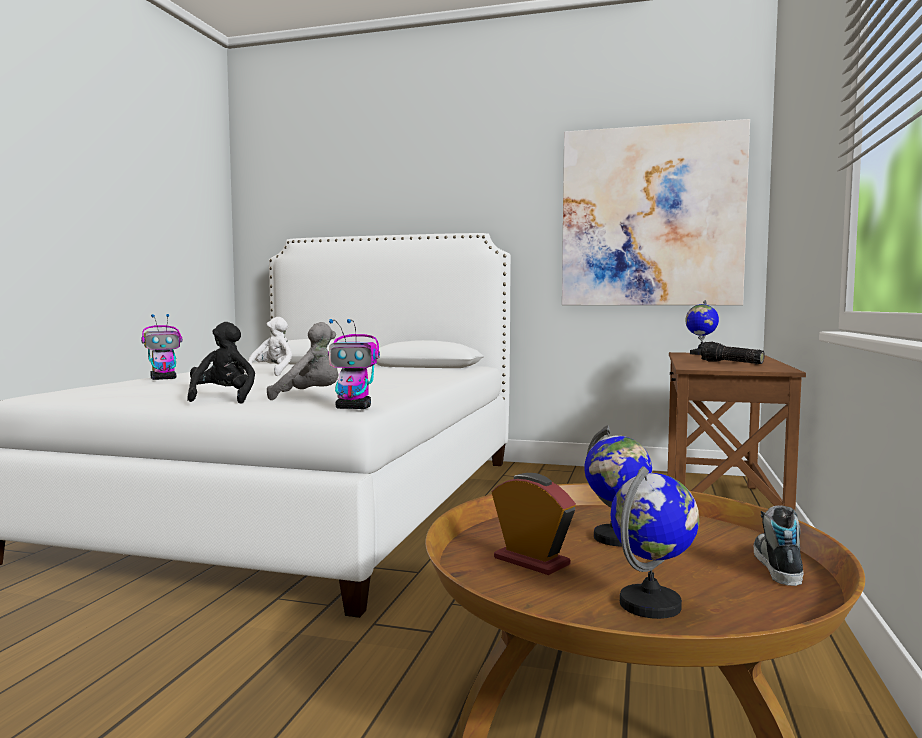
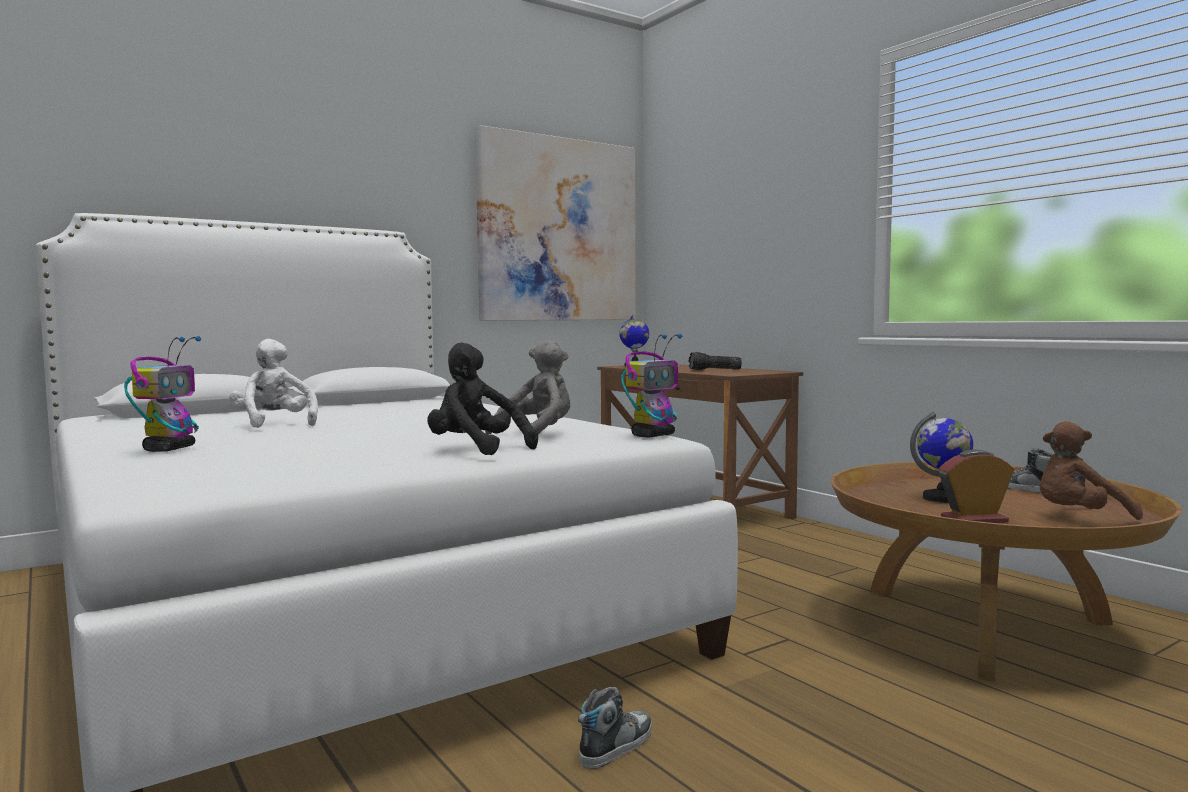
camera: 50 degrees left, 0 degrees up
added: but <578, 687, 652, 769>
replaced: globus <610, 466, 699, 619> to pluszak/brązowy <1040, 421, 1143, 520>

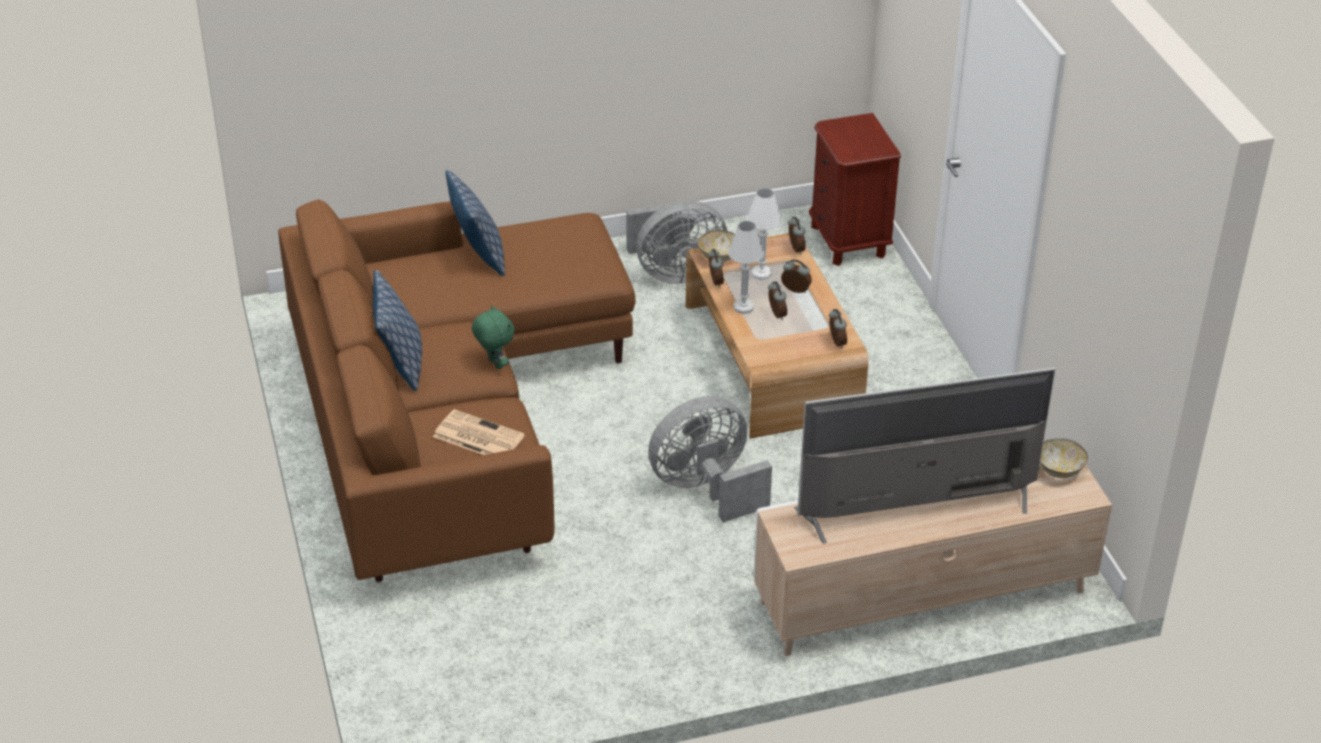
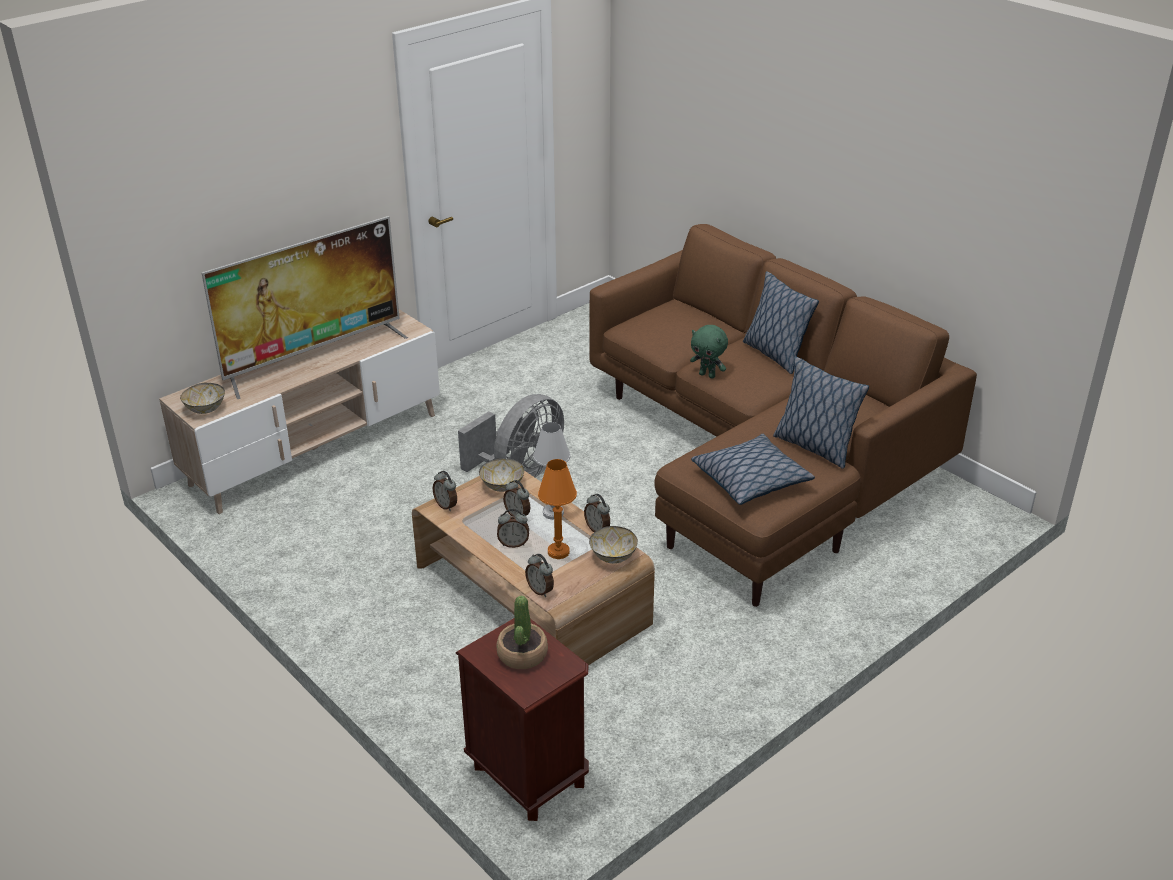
camera: 155 degrees right, 5 degrees down
removed: gazeta <433, 409, 525, 455>; wentylator/szary <626, 200, 728, 284>
added: miska <479, 458, 524, 492>; roślina doniczkowa <496, 596, 548, 669>; poduszka <691, 434, 815, 505>
recoloured: lampa stołowa/biały <746, 188, 782, 280> to lampa stołowa/pomarańczowy <538, 459, 577, 559>

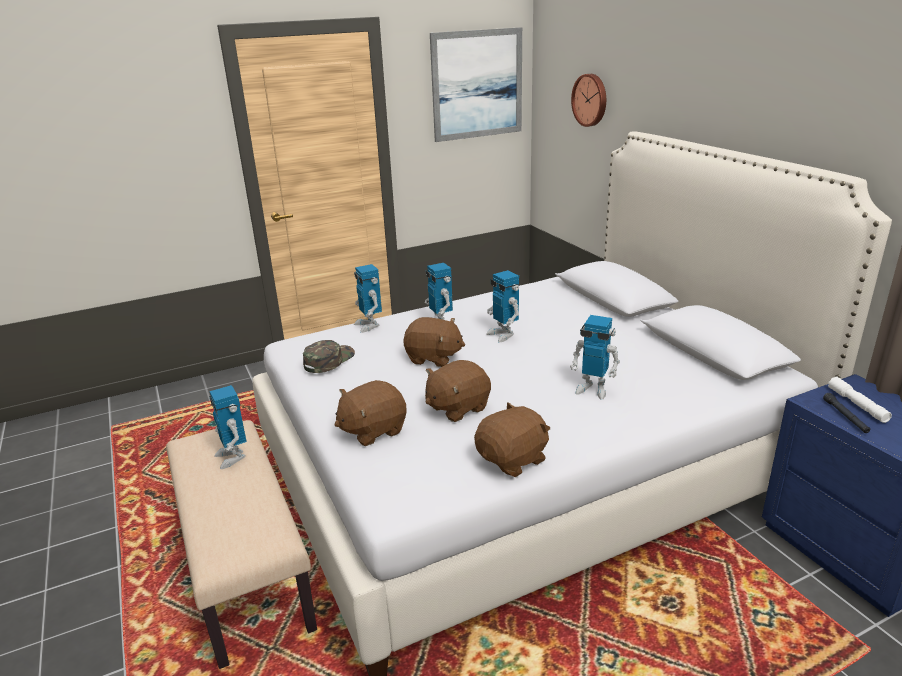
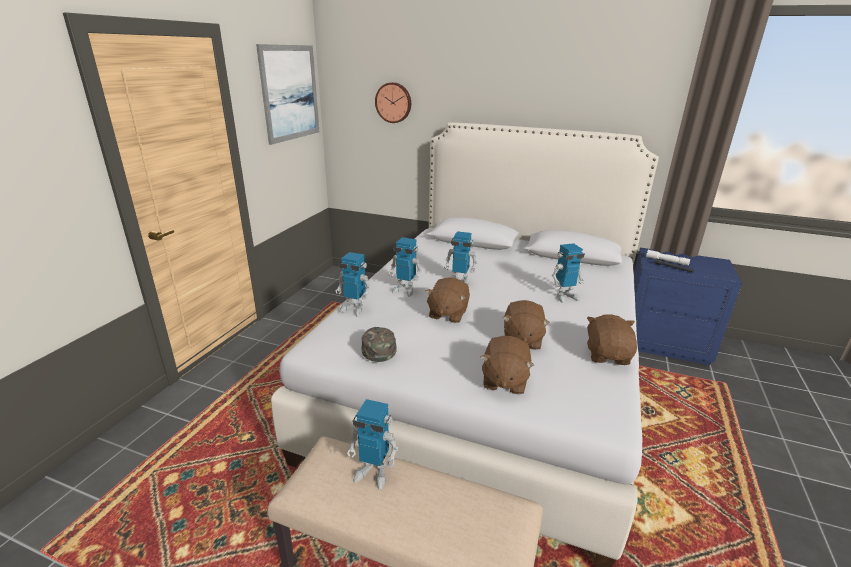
camera: 45 degrees left, 0 degrees up
turned: pluszak/brązowy <403, 317, 465, 367> = <425, 278, 470, 323> 135 degrees clockwise

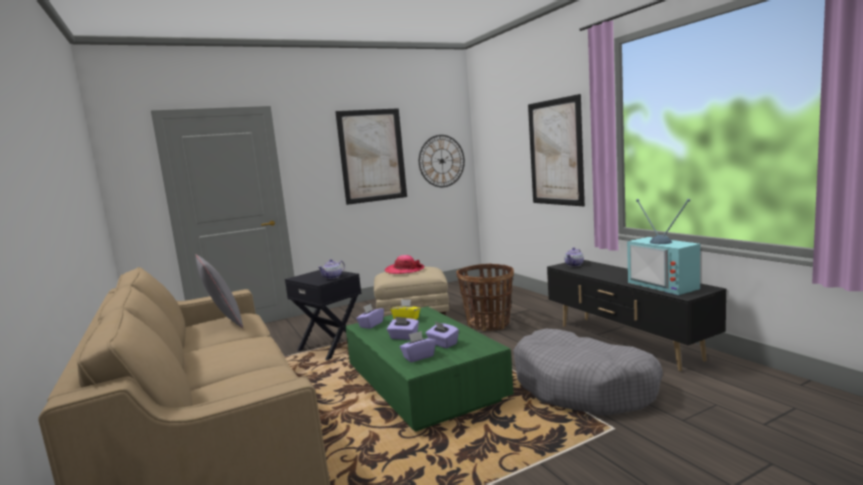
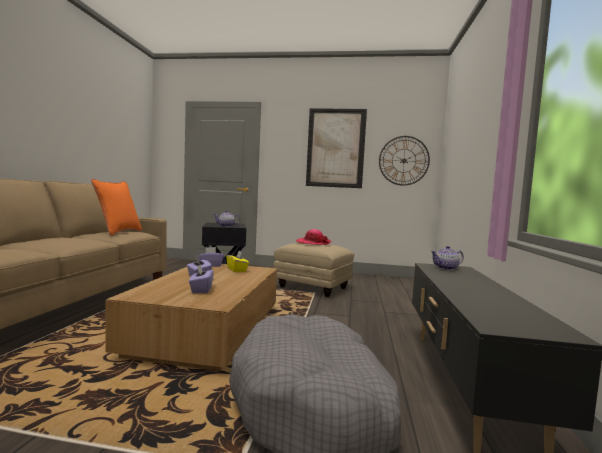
camera: 35 degrees right, 5 degrees down
removed: pudełko chusteczek/fioletowy <400, 331, 436, 362>; koszyk <456, 264, 514, 331>; obraz <528, 94, 585, 206>; telewizor <627, 199, 700, 295>
recoloured: poduszka/szary <195, 254, 243, 328> to poduszka/pomarańczowy <91, 179, 142, 236>; ława/zielony <346, 306, 514, 432> to ława/brązowy <105, 264, 277, 371>

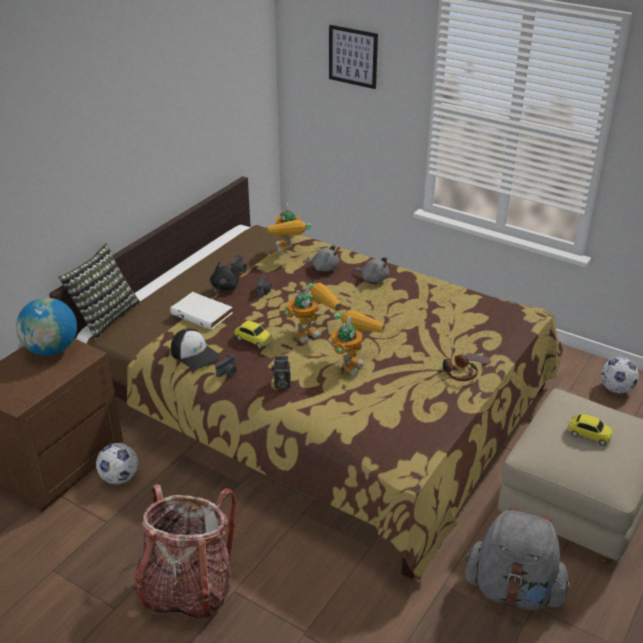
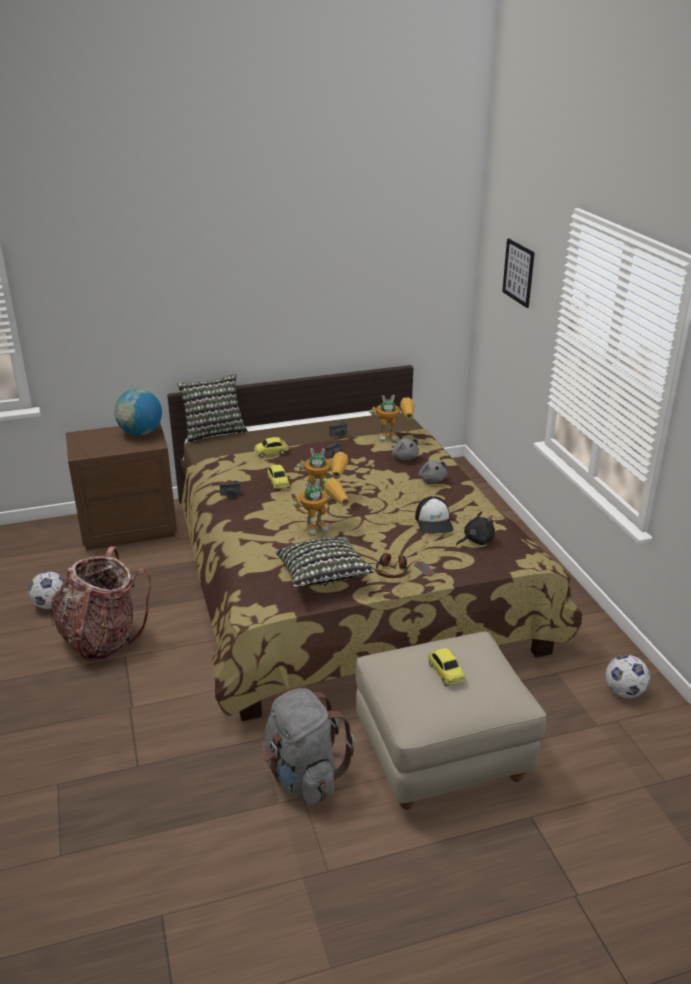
camera: 40 degrees right, 5 degrees down
removed: aparat fotograficzny <271, 356, 291, 389>
added: poduszka <276, 537, 376, 587>
moved: piłka futbolowa <96, 443, 138, 484> to <28, 571, 67, 609>; czapka z daszkiem <171, 328, 219, 369> to <415, 496, 454, 534>; pluszak/czarny <210, 261, 239, 298> to <456, 511, 495, 546>
replaced: książka/biały <170, 292, 233, 330> to samochodzik <254, 437, 289, 458>
turned: robot zabawkowy <267, 204, 311, 253> = <369, 395, 414, 442> 120 degrees counterclockwise

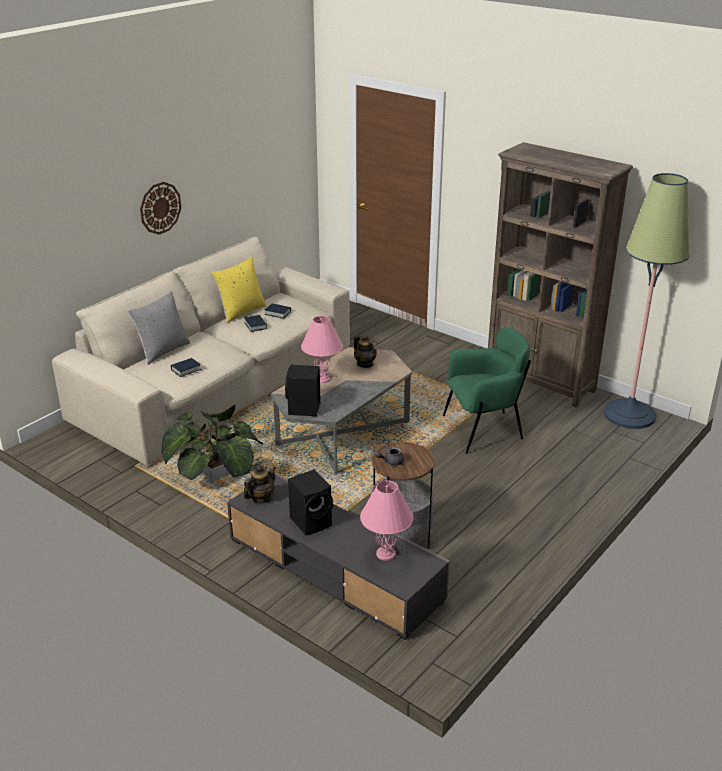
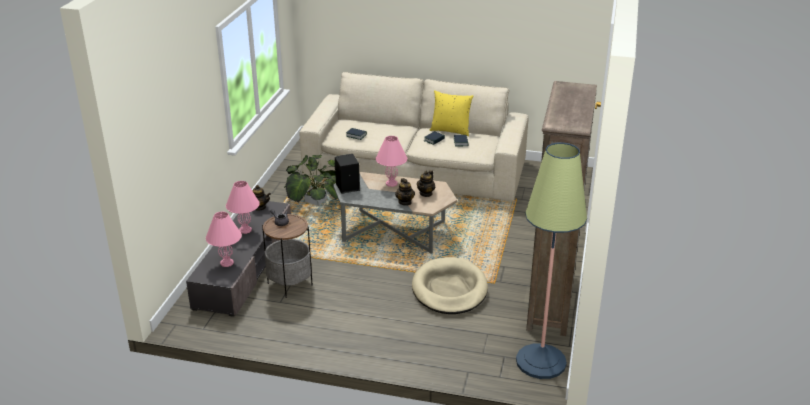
camera: 65 degrees right, 0 degrees up
removed: poduszka/szary <128, 291, 190, 365>; zegar ścienny <140, 182, 181, 235>
added: imbryk <395, 178, 415, 206>
replaced: głośnik/czarny <288, 469, 333, 535> to lampa stołowa/różowy <226, 181, 260, 234>; fotel/zielony <443, 327, 531, 454> to legowisko/beżowy <412, 257, 488, 314>

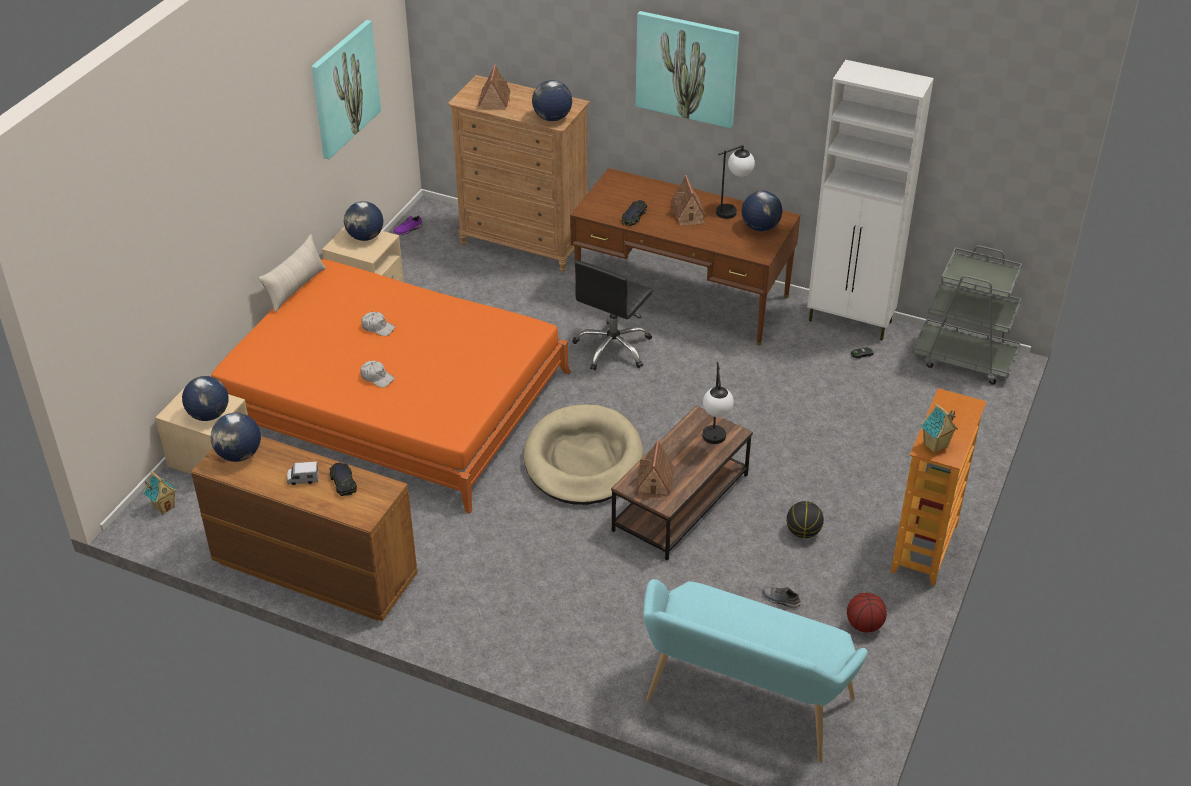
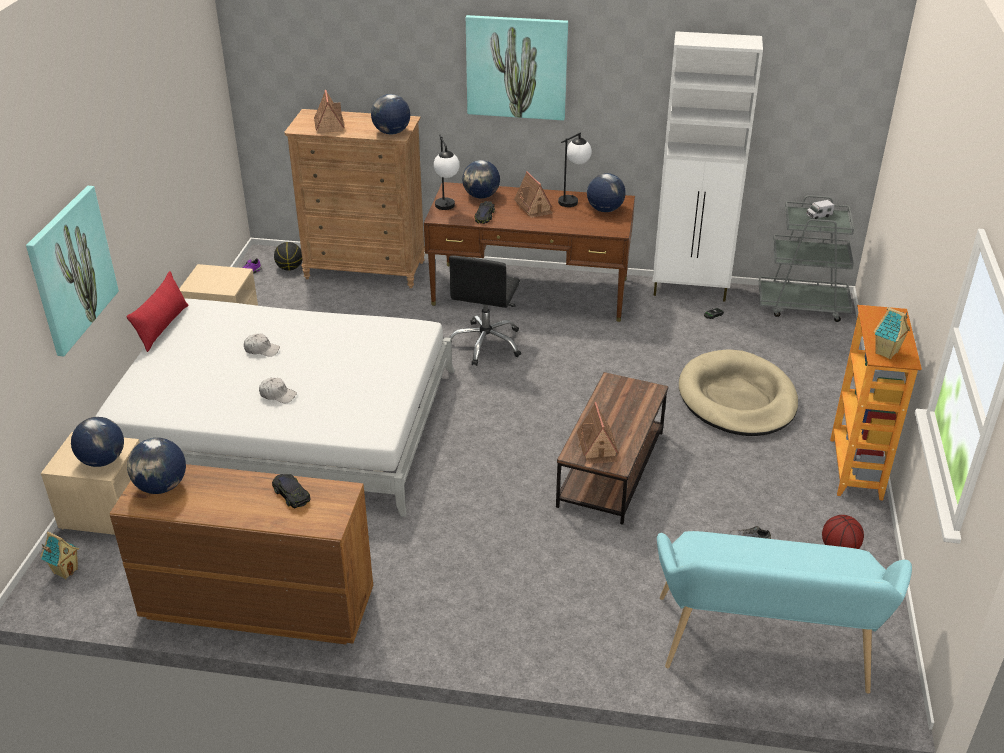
camera: 15 degrees left, 5 degrees down
moved: ciężarówka zabawkowa <287, 462, 319, 485> to <806, 200, 834, 219>; obraz <311, 20, 381, 159> to <26, 186, 119, 356>; globus <344, 201, 383, 241> to <462, 160, 500, 199>; legowisko/beżowy <524, 405, 643, 505> to <679, 349, 798, 436>; lampa stołowa <703, 362, 734, 444> to <434, 135, 460, 210>; piłka do koszykówki <787, 501, 824, 538> to <274, 242, 302, 271>
recoloured: łóżko/pomarańczowy <211, 259, 571, 514> to łóżko/biały <95, 299, 455, 517>; poduszka/beżowy <259, 234, 326, 312> to poduszka/czerwony <126, 271, 189, 352>

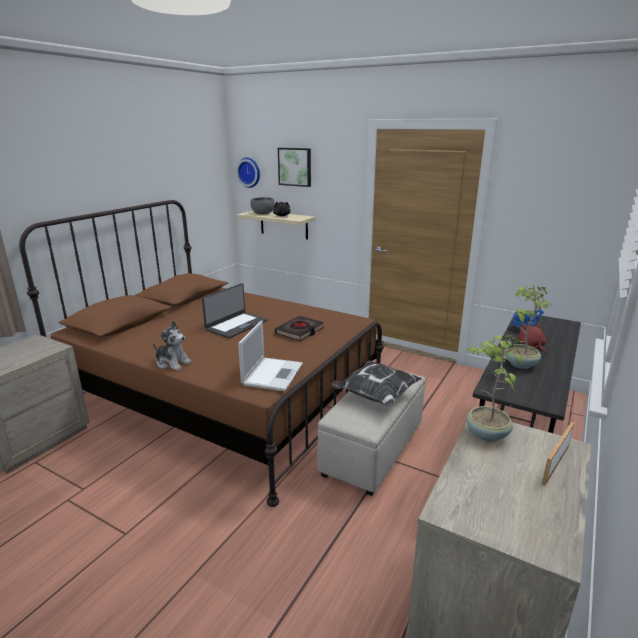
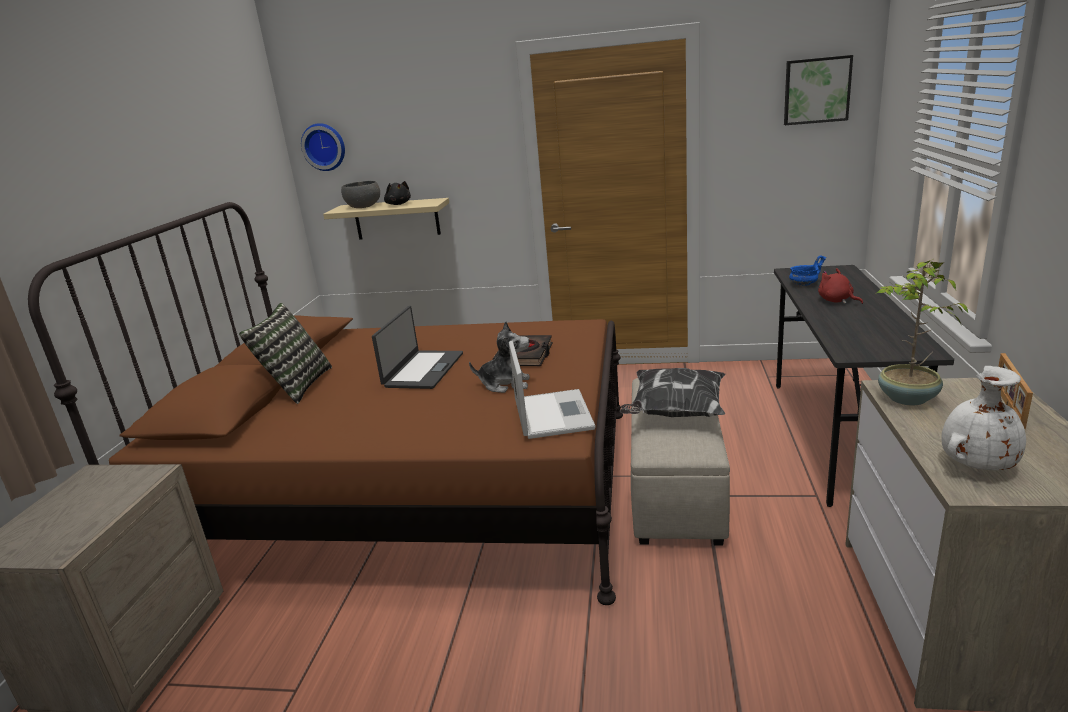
camera: 20 degrees left, 0 degrees up
removed: roślina doniczkowa <505, 285, 551, 369>
added: poduszka <239, 303, 332, 404>; wazon/biały <941, 366, 1026, 470>
moved: pluszak <153, 321, 192, 371> to <469, 321, 530, 393>; obraz <278, 148, 311, 187> to <784, 55, 853, 125>

